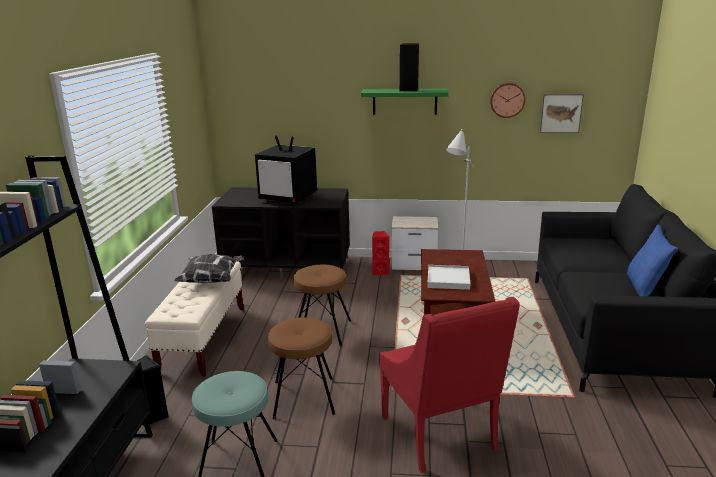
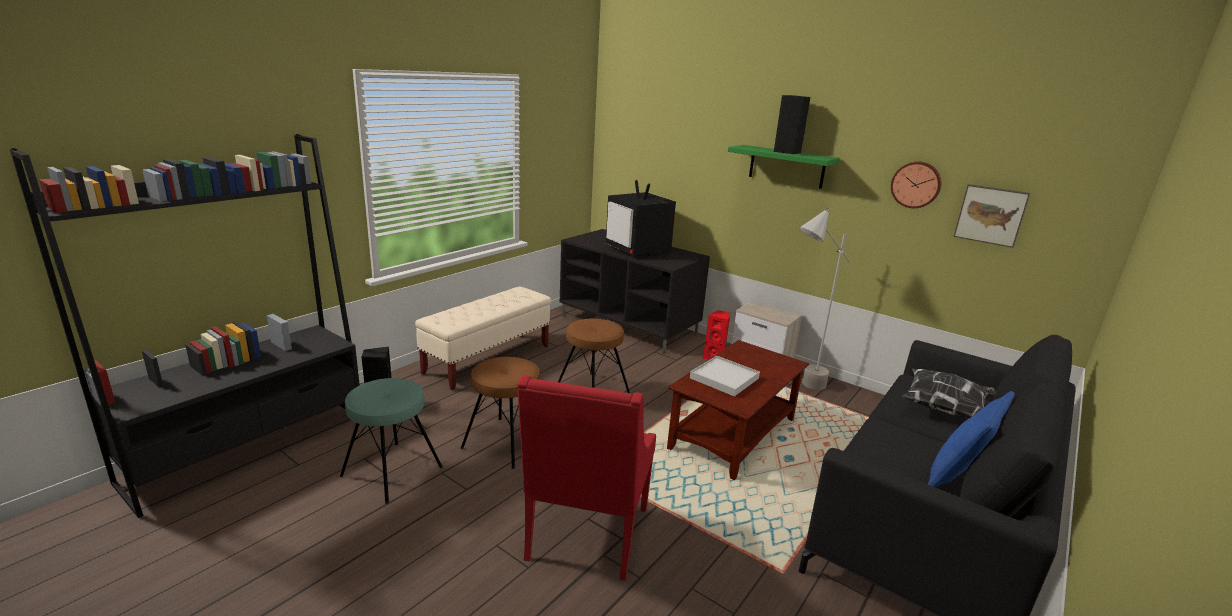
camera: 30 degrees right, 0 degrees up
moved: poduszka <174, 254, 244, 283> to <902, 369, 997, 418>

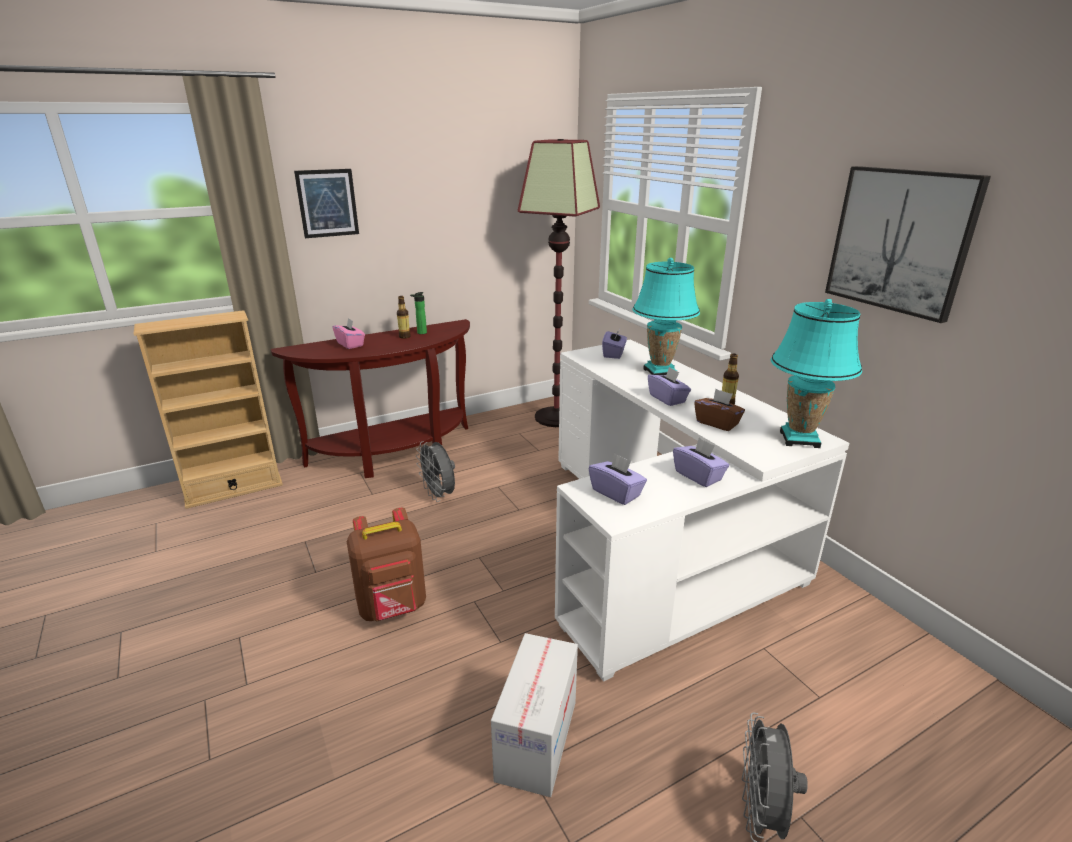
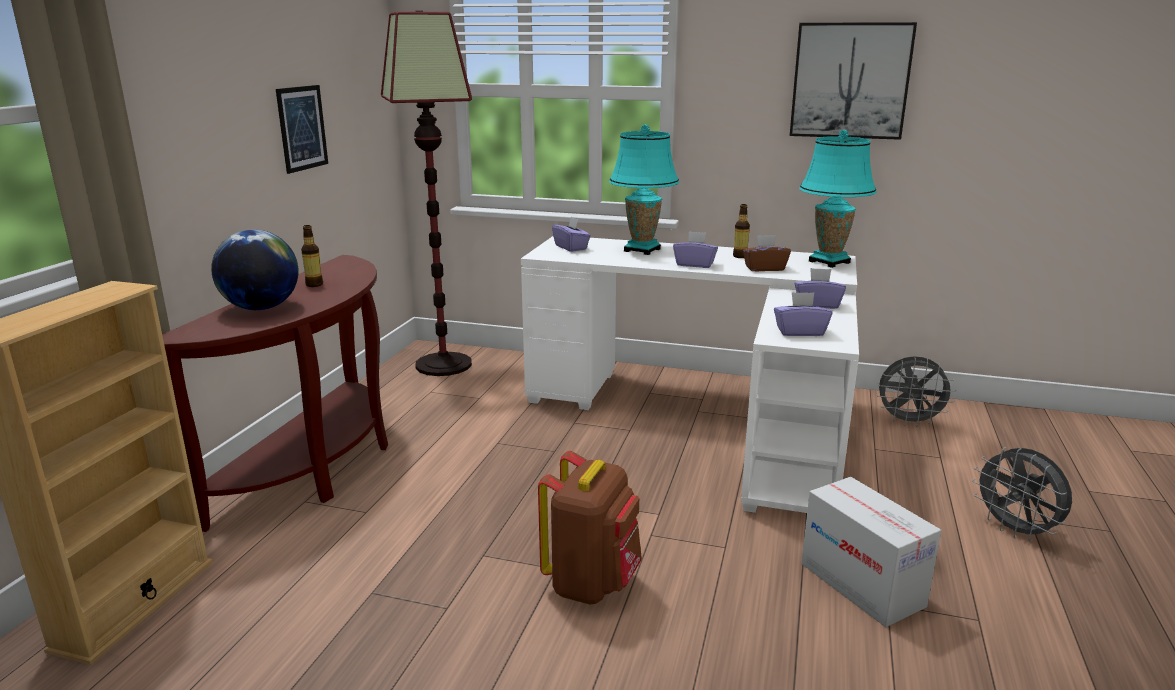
camera: 45 degrees left, 5 degrees down
removed: butelka <410, 292, 427, 334>
moved: obraz <294, 169, 359, 238> to <276, 85, 328, 174>; wentylator/szary <416, 441, 455, 502> to <876, 356, 956, 427>
replaced: pudełko chusteczek/różowy <333, 318, 365, 349> to globus <211, 230, 299, 310>

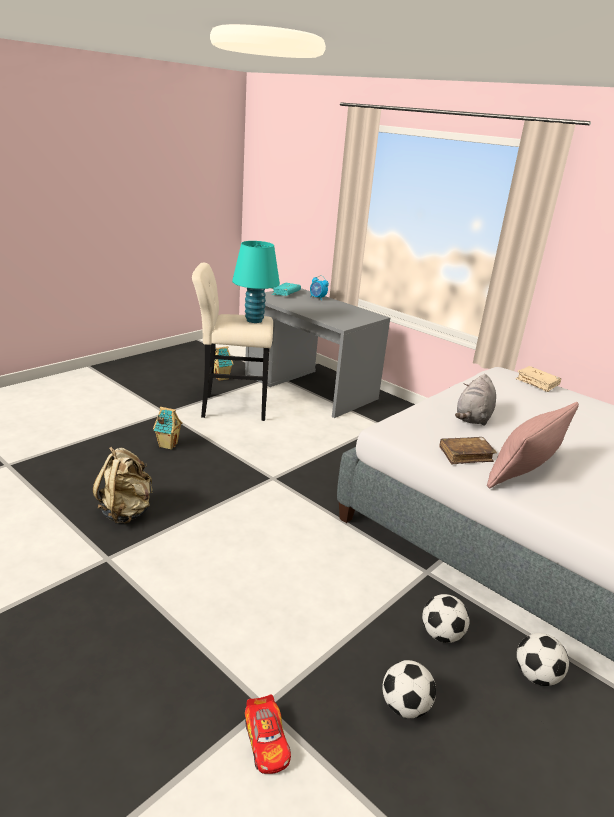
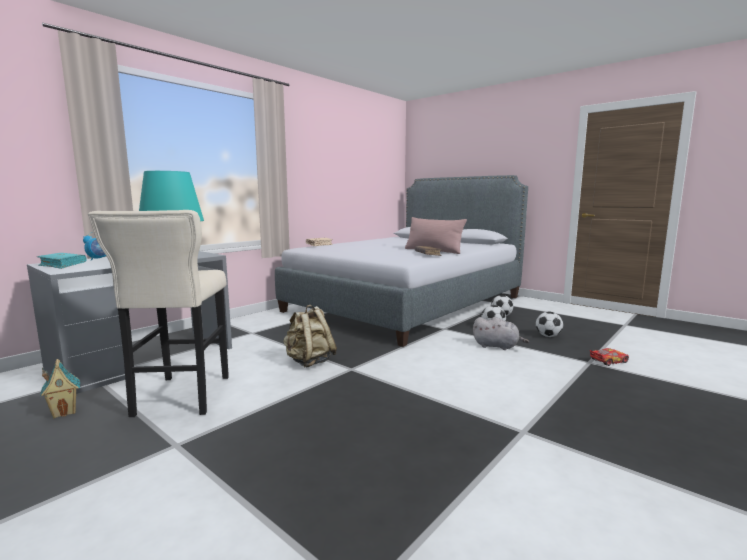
camera: 90 degrees left, 15 degrees down
removed: domek <153, 407, 183, 450>
moved: plecak/beżowy <93, 447, 153, 523> to <283, 305, 337, 368>; pluszak/szary <455, 374, 496, 426> to <473, 317, 529, 350>

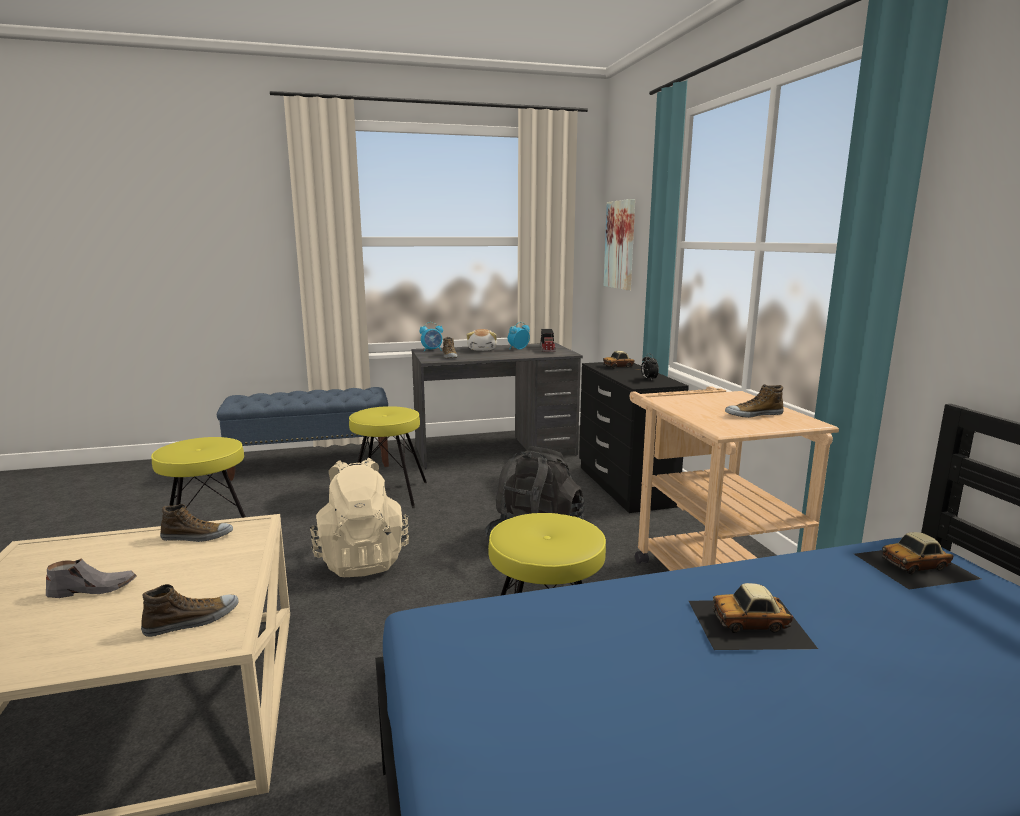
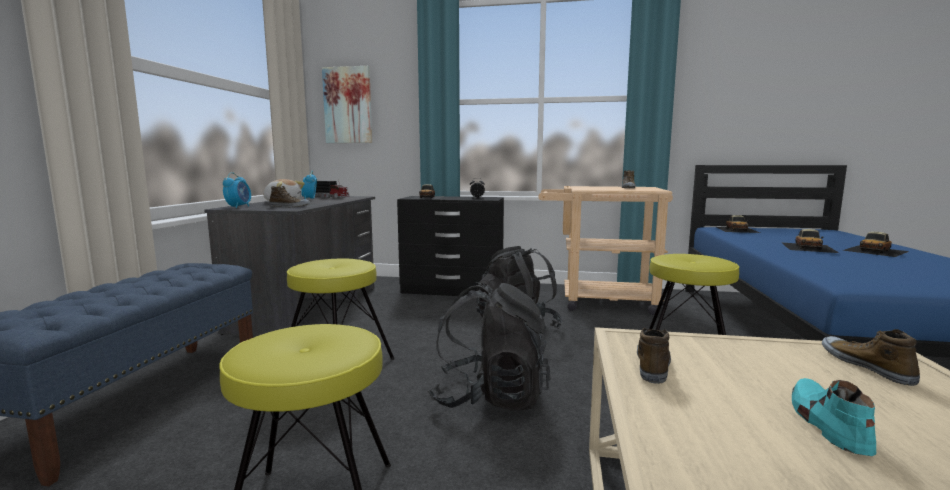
camera: 65 degrees left, 5 degrees down
added: samochodzik <842, 232, 909, 257>
recoloured: but/szary <46, 558, 136, 598> to but/turkusowy <792, 378, 876, 456>; plecak/beżowy <310, 458, 409, 577> to plecak/czarny <428, 282, 551, 411>

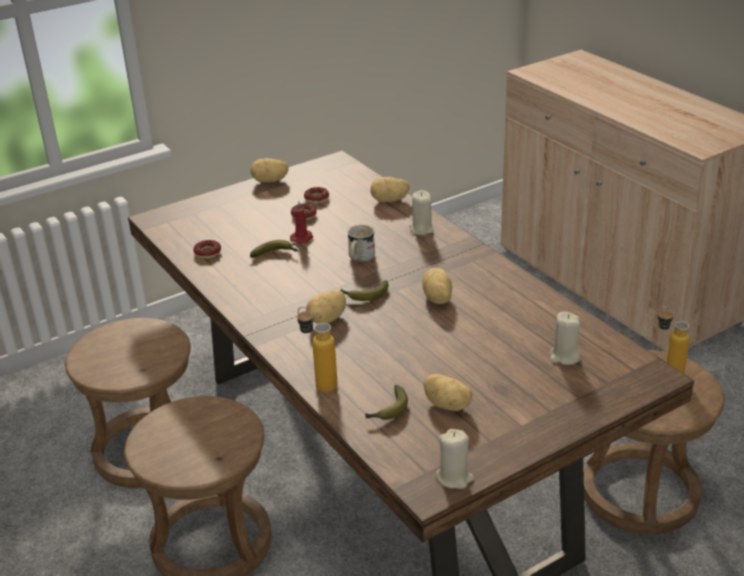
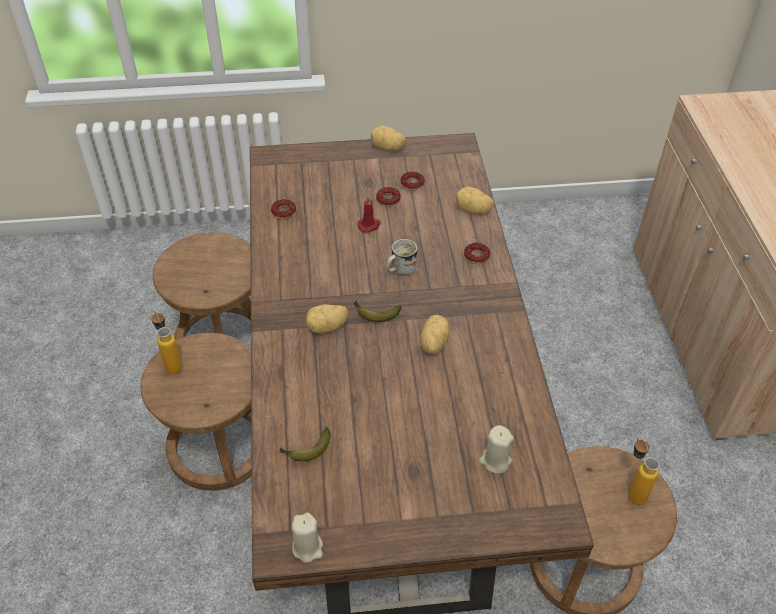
camera: 25 degrees right, 15 degrees up
removed: banan <250, 240, 297, 257>; ziemniak <423, 374, 472, 411>
moved: butelka <297, 307, 338, 392> to <151, 310, 182, 374>
replaced: świeca/beżowy <409, 190, 434, 235> to donut <464, 243, 490, 264>

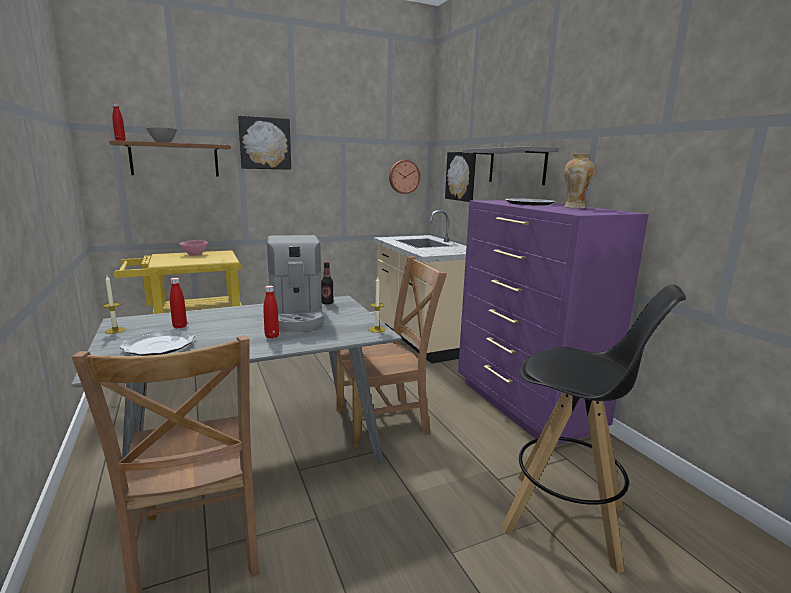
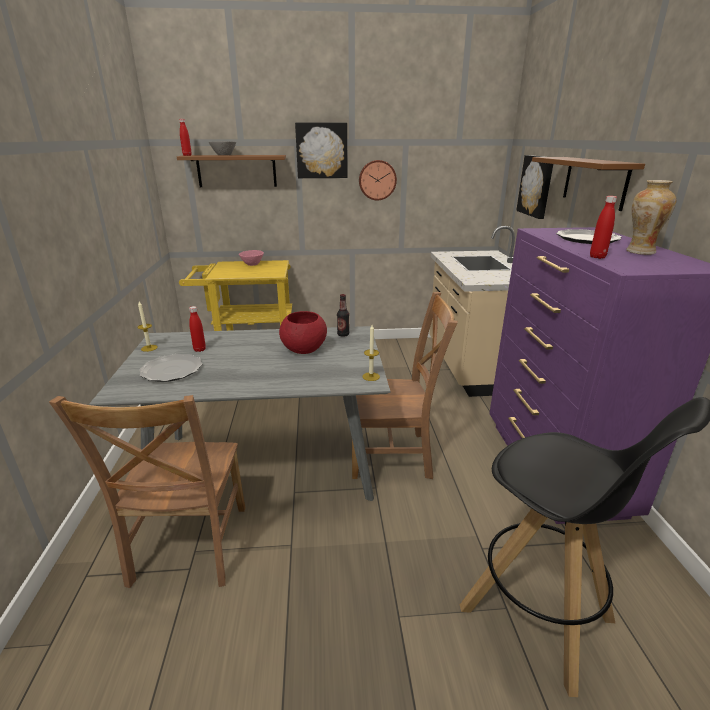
camera: 20 degrees right, 10 degrees up
moved: butelka/czerwony <263, 286, 279, 339> to <590, 196, 617, 259>; zegar ścienny <389, 160, 420, 194> to <359, 160, 397, 200>
replaced: ekspres do kawy <267, 235, 324, 332> to miska/czerwony <279, 311, 327, 354>
recoloured: półka/szary <462, 146, 559, 185> to półka/brązowy <532, 157, 645, 211>

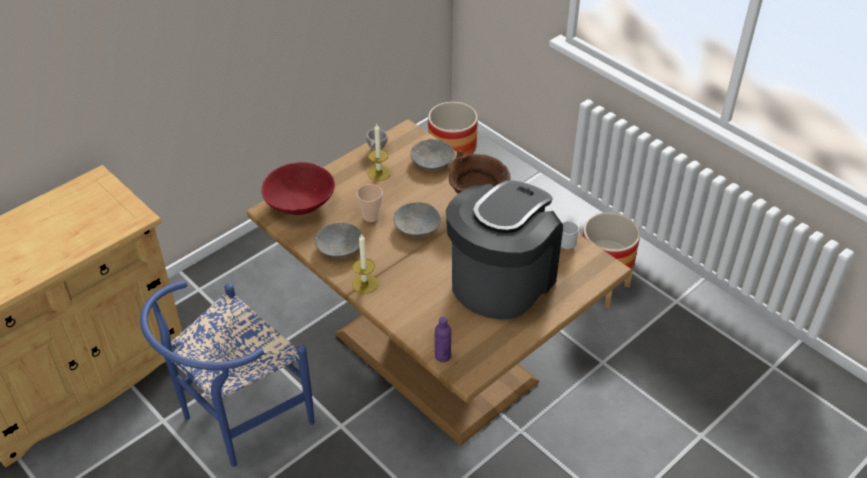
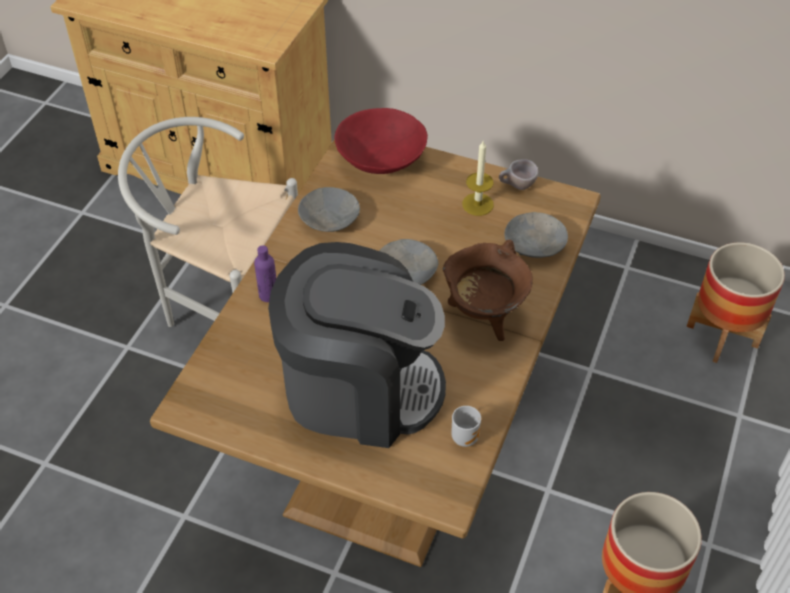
camera: 65 degrees right, 5 degrees up
removed: świeca <352, 233, 378, 294>; filiżanka <357, 184, 383, 222>
moved: butelka/fioletowy <435, 317, 451, 362> to <254, 245, 277, 302>
recoloured: krzesło/niebieski <140, 281, 314, 467> to krzesło/biały <118, 117, 298, 327>

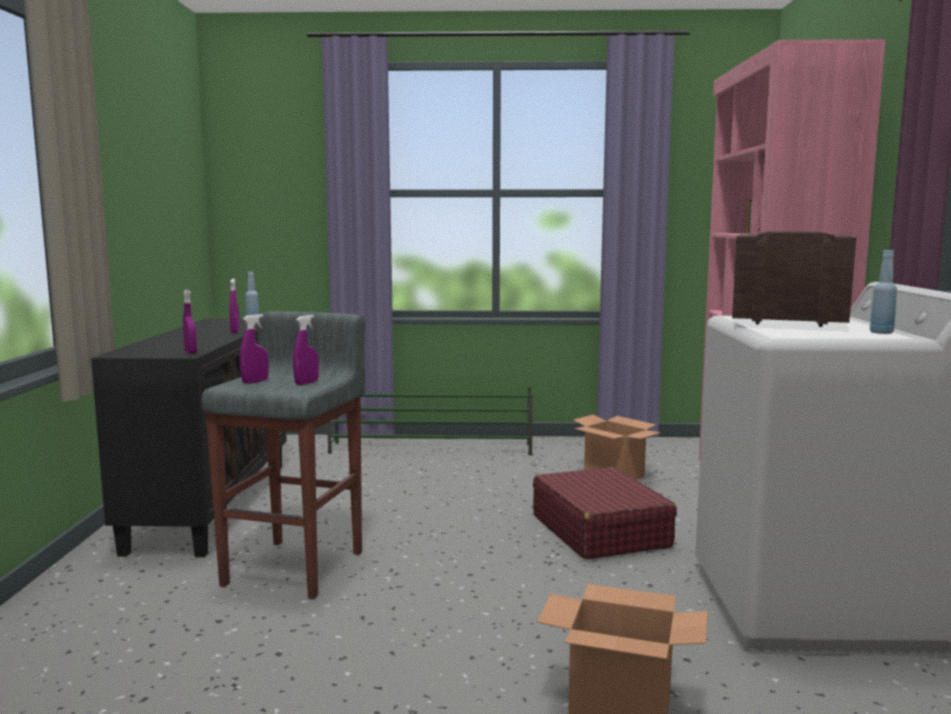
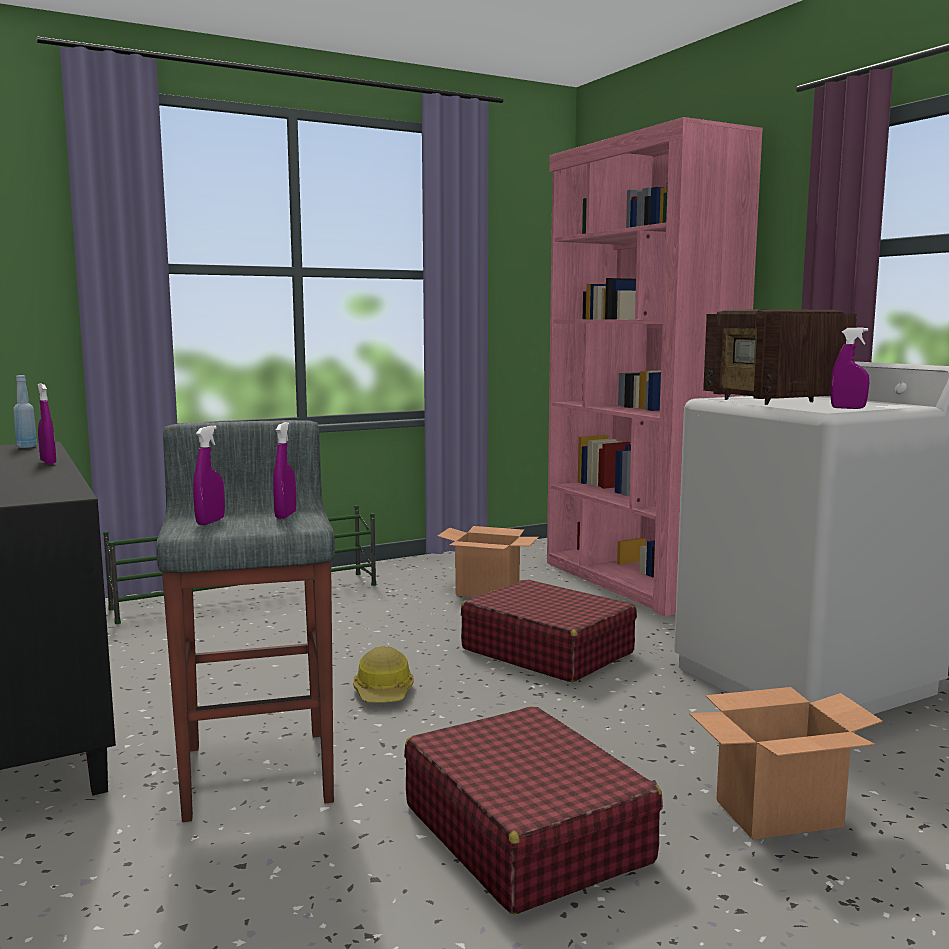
camera: 30 degrees left, 0 degrees up
removed: butelka/niebieski <870, 250, 897, 334>
added: kask <353, 646, 414, 703>; walizka/czerwony <404, 706, 663, 914>
moved: spryskiwacz/fioletowy <183, 290, 197, 354> to <830, 327, 869, 409>
turned: radio <732, 231, 856, 327> = <703, 309, 857, 405> 105 degrees counterclockwise

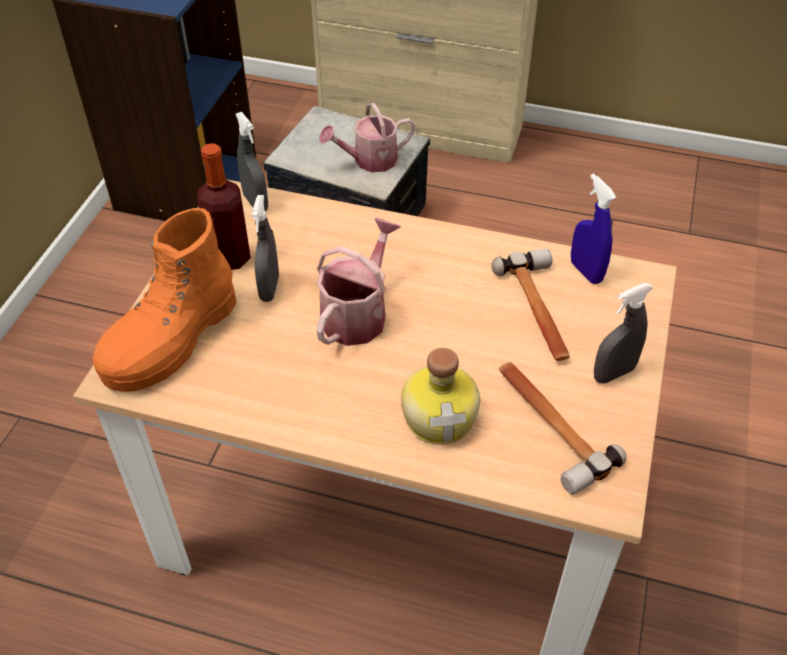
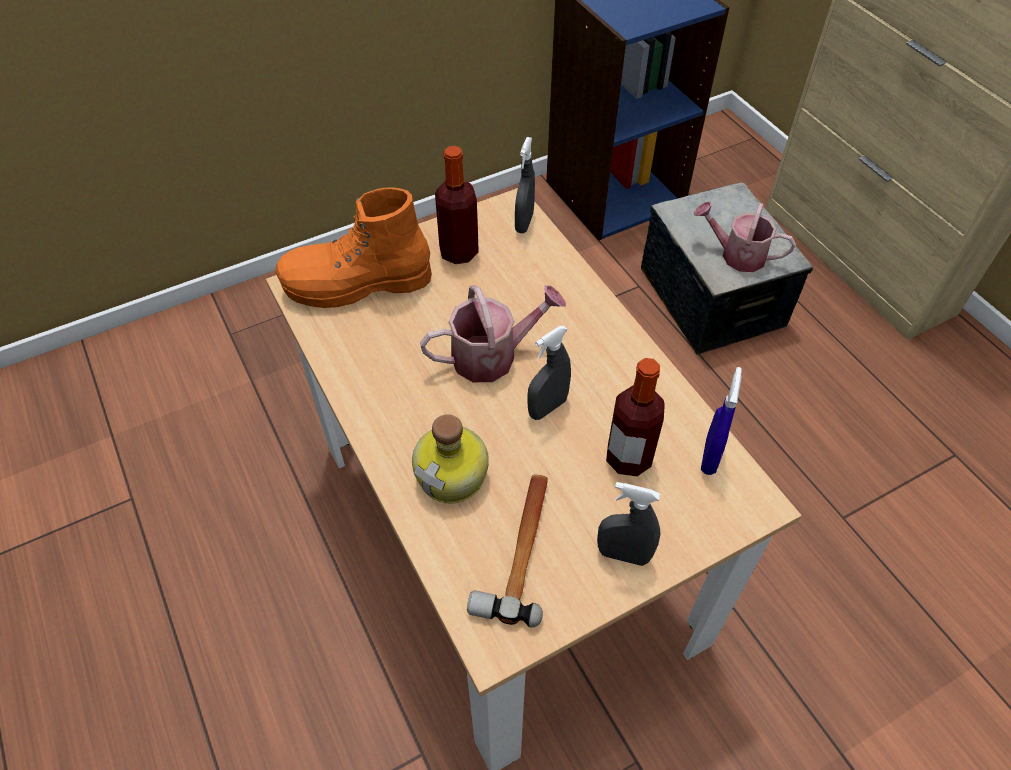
camera: 45 degrees right, 5 degrees up
moved: spryskiwacz/szary <252, 195, 279, 302> to <527, 326, 571, 420>
replaced: młotek <491, 249, 570, 361> to butelka <606, 358, 665, 476>

